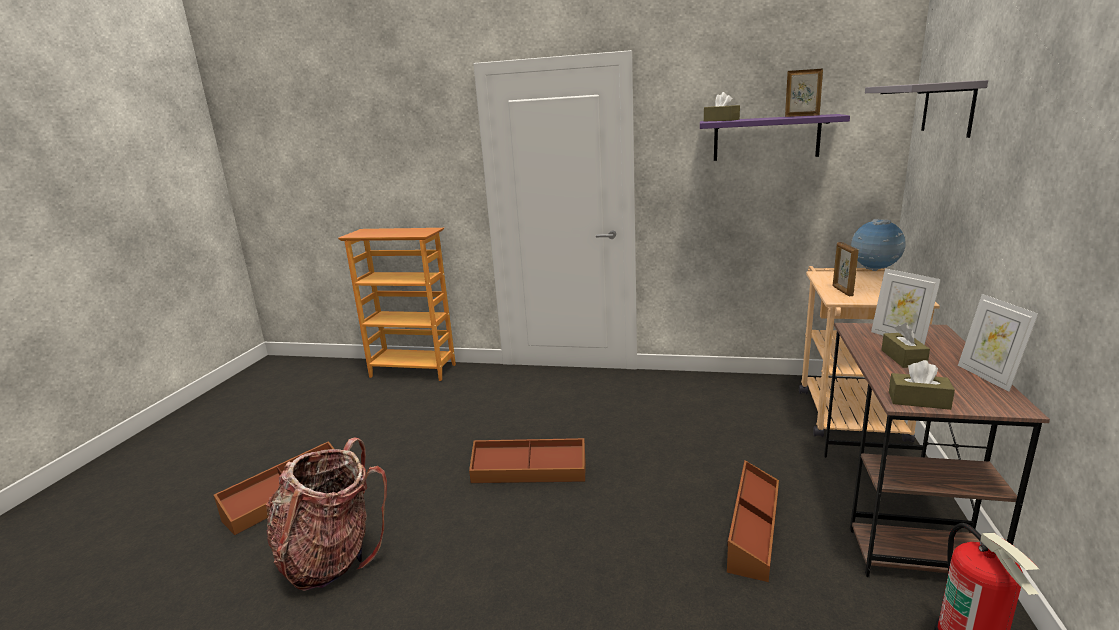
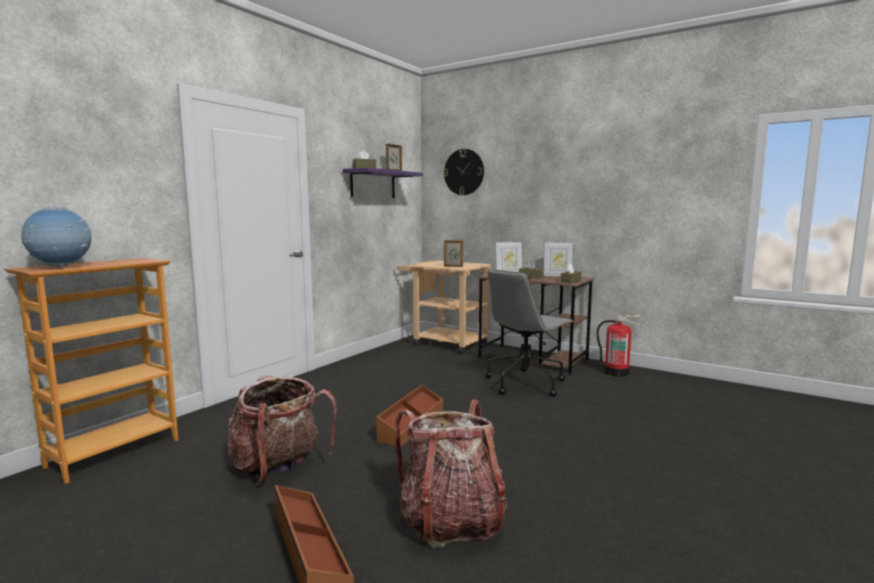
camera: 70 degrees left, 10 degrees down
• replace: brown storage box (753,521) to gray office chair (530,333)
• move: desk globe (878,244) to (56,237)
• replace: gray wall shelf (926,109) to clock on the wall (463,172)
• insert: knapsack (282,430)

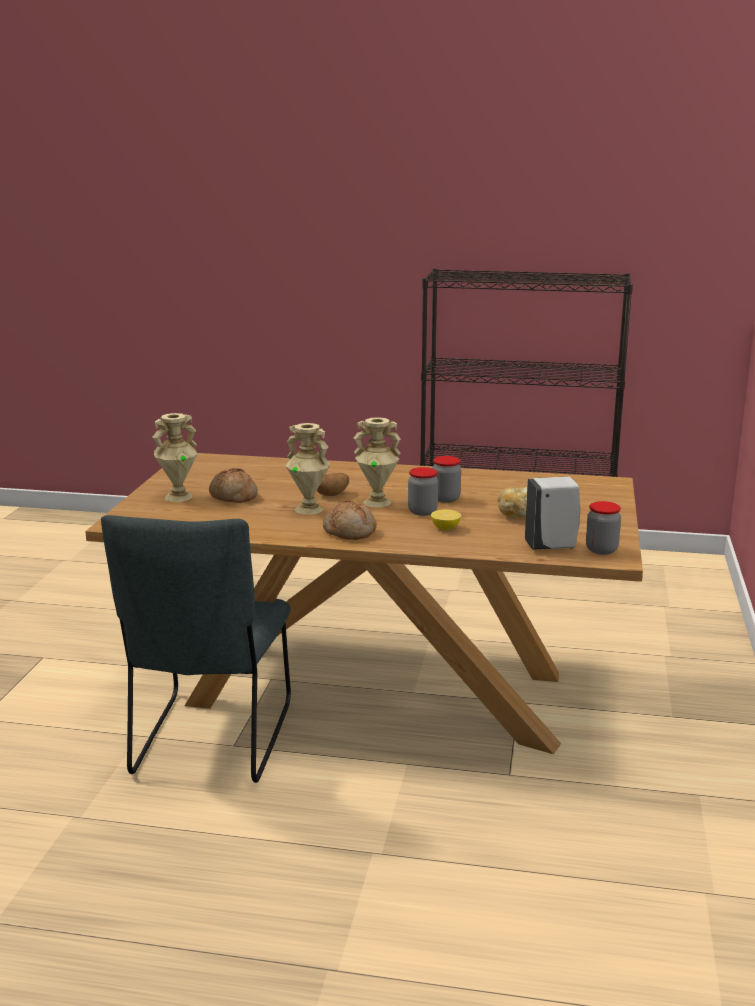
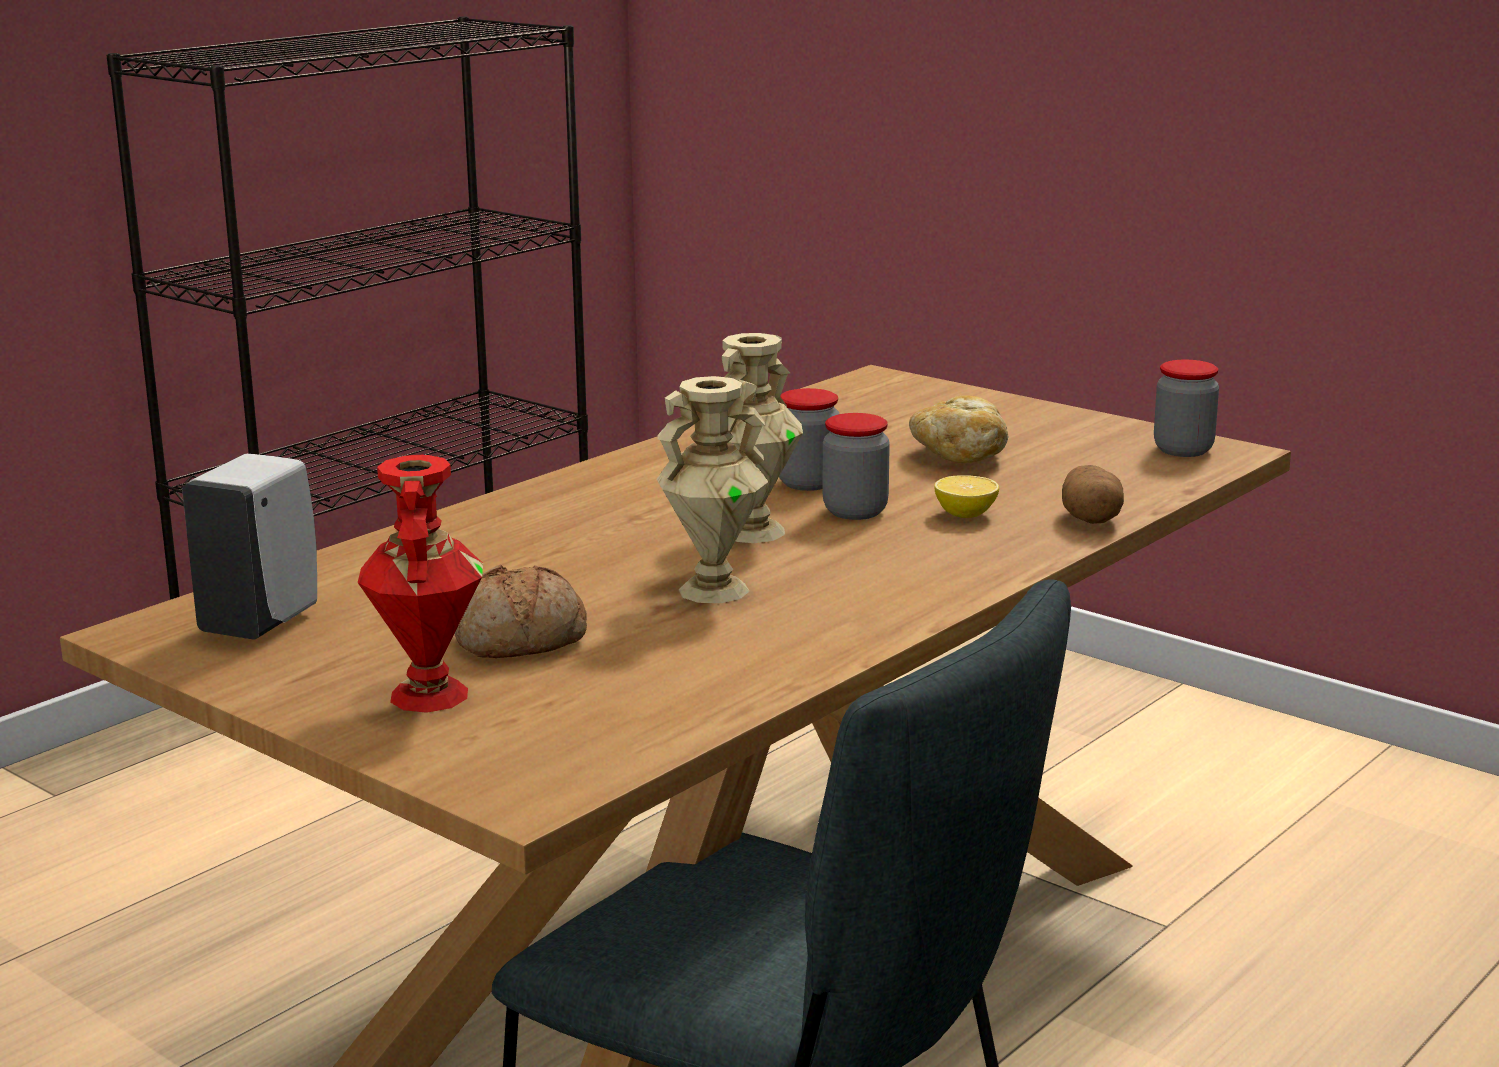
camera: 60 degrees left, 0 degrees up
• recolor: beige-coloured vase (175,457) to red vase (420,584)
• move: potato (333,484) to (1093,494)
• delete: baked bread (350,520)
• move: white-coloured liquid soap bottle (552,513) to (249,547)

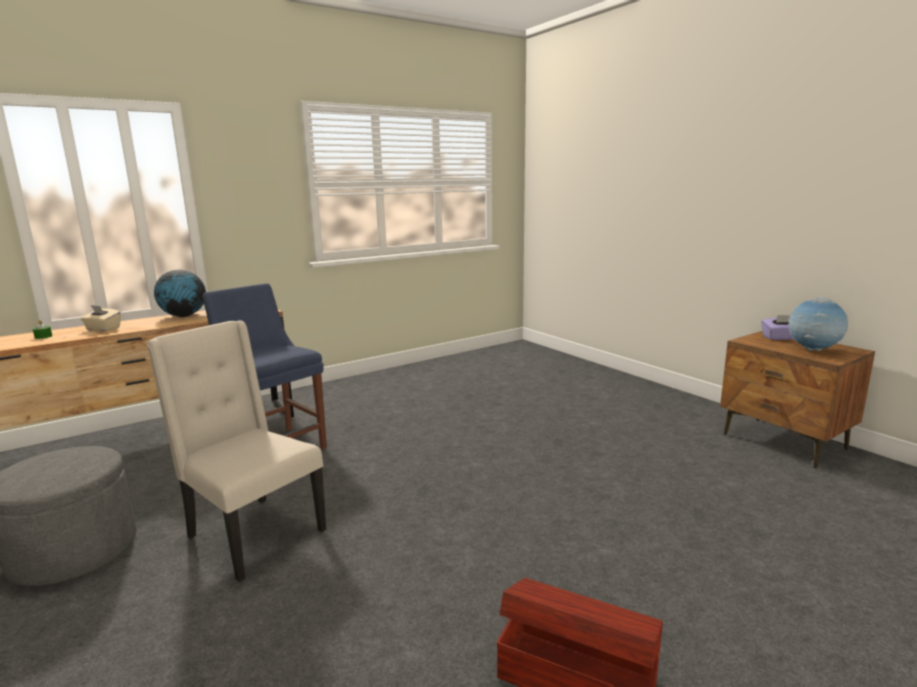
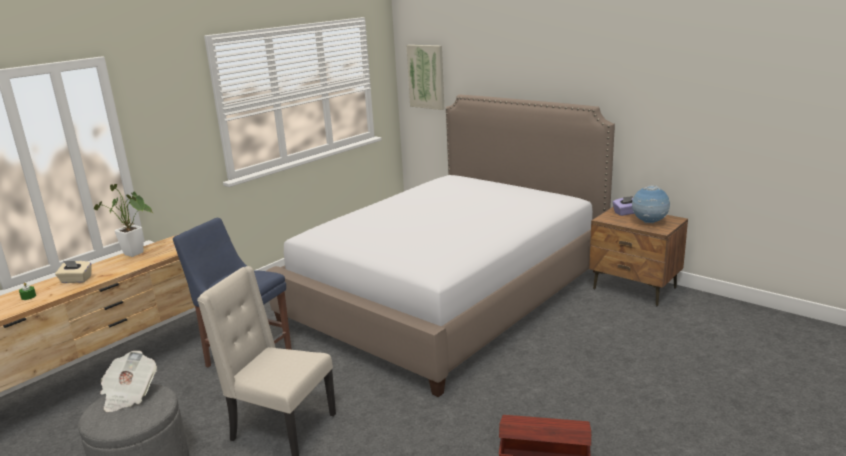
camera: 15 degrees left, 5 degrees up
• replace: desk globe (180,293) to houseplant (123,220)
• insert: daily paper (128,381)
• insert: bed (441,245)
• insert: picture (425,77)

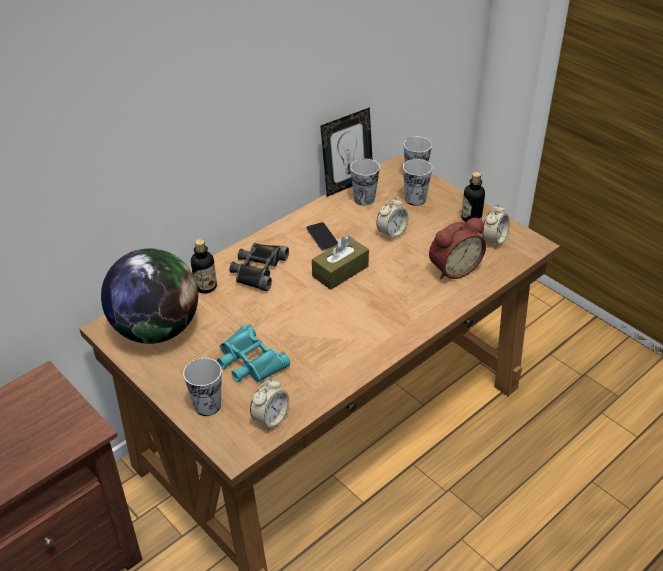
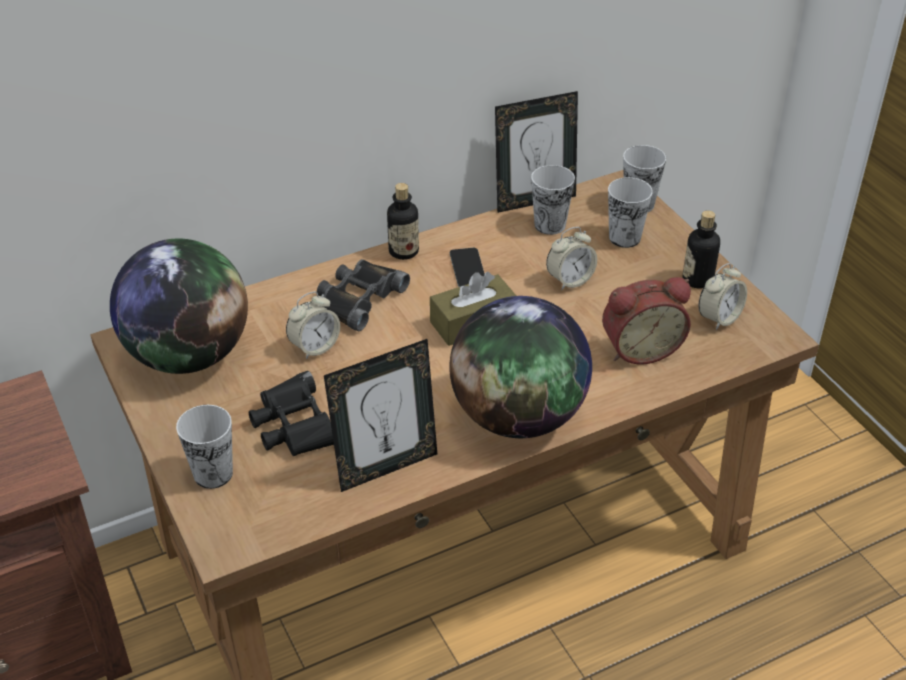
camera: 15 degrees right, 0 degrees up
• move: bottle (204,266) to (403,221)
• recolor: turquoise-coloured field glasses (253,353) to black field glasses (291,413)
• move: alarm clock (269,404) to (313,325)
• insert: photo frame (380,415)
• insert: desk globe (520,367)

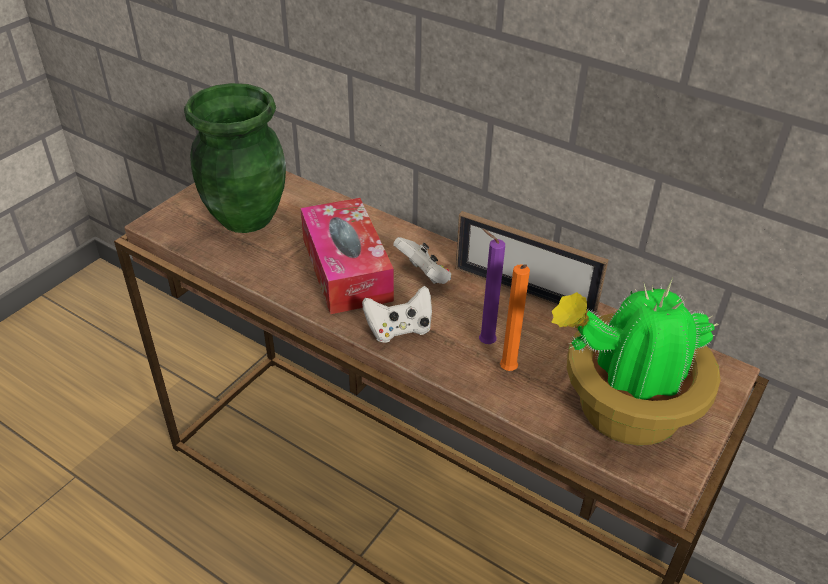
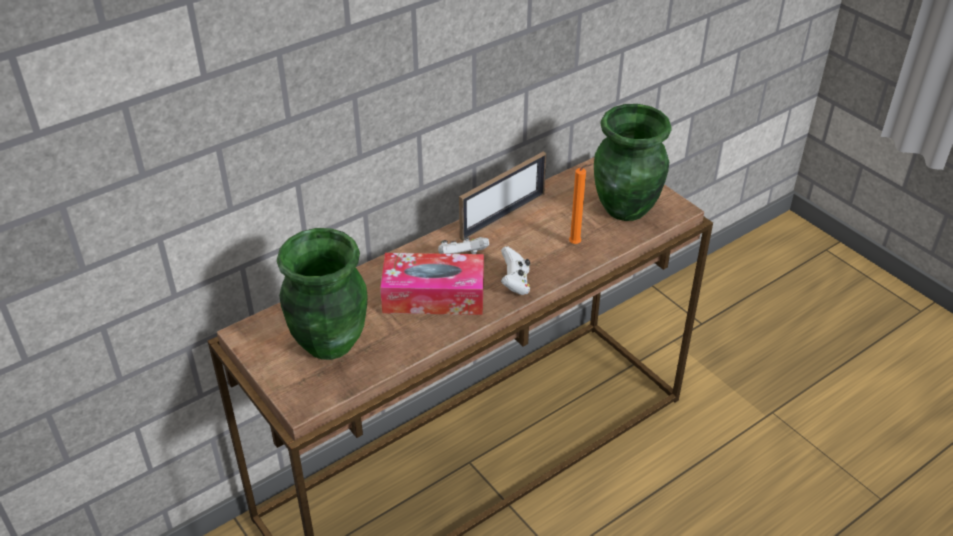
camera: 70 degrees left, 0 degrees up
• delete: purple wax candle (492,286)
• replace: houseplant (636,362) to green-coloured vase (633,162)

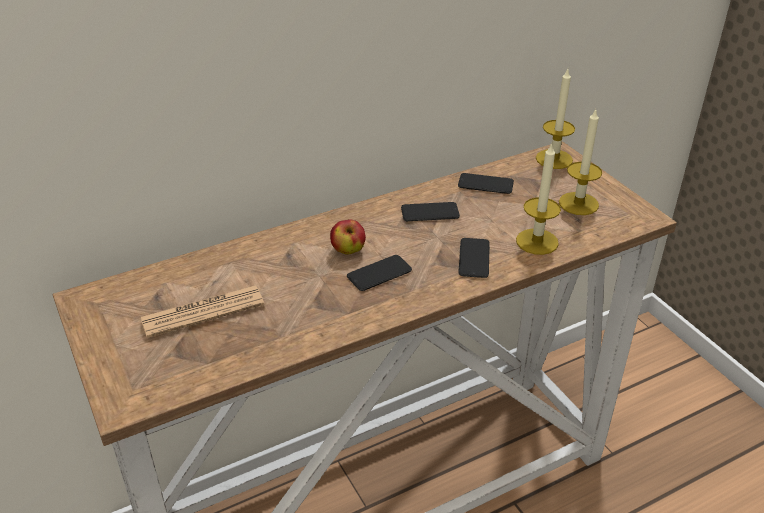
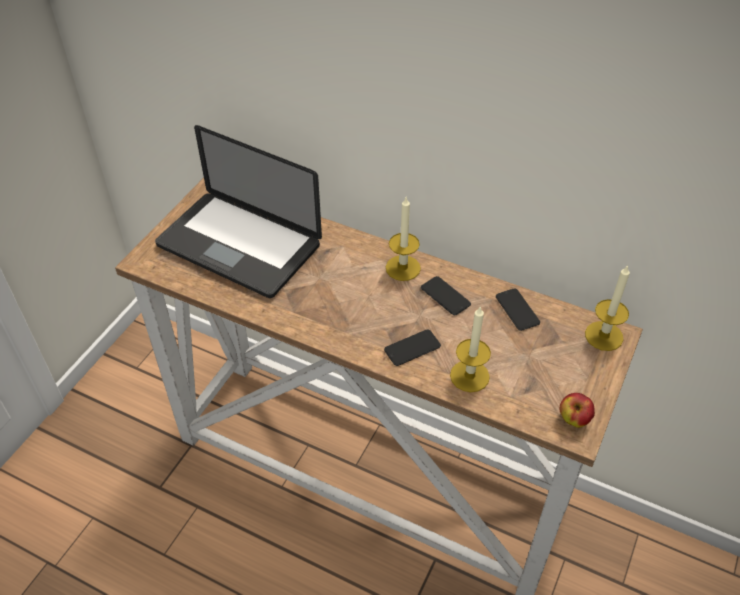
camera: 55 degrees right, 10 degrees up
• replace: daily paper (202,312) to notebook computer (238,211)
• move: apple (348,237) to (577,410)
• delete: telephone (379,273)
• move: wax candle (580,162) to (403,239)

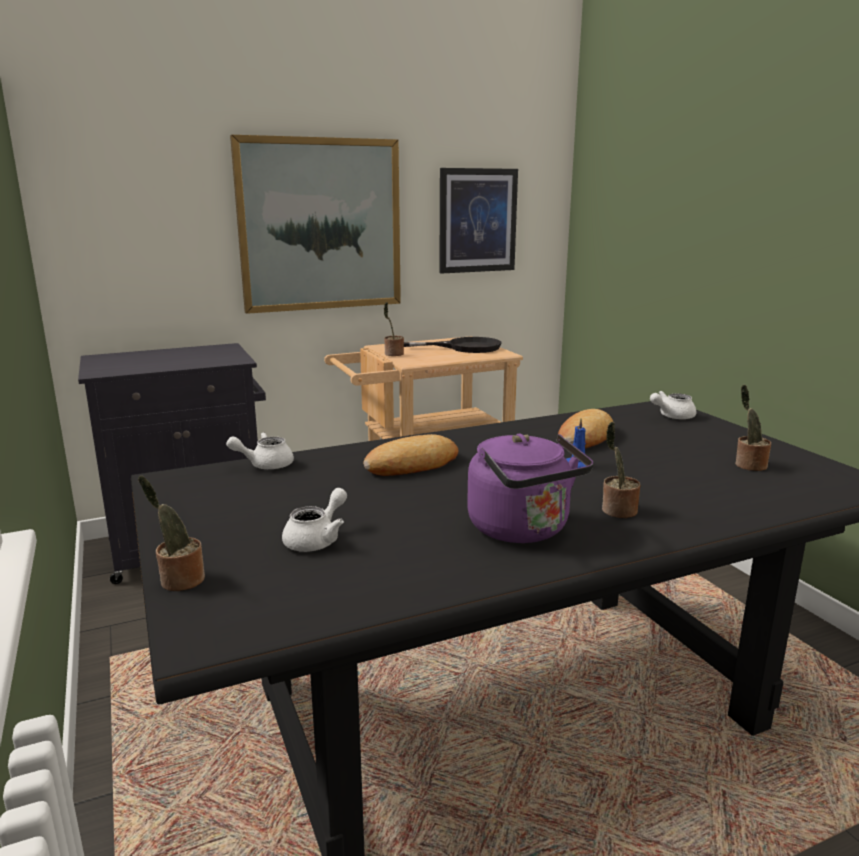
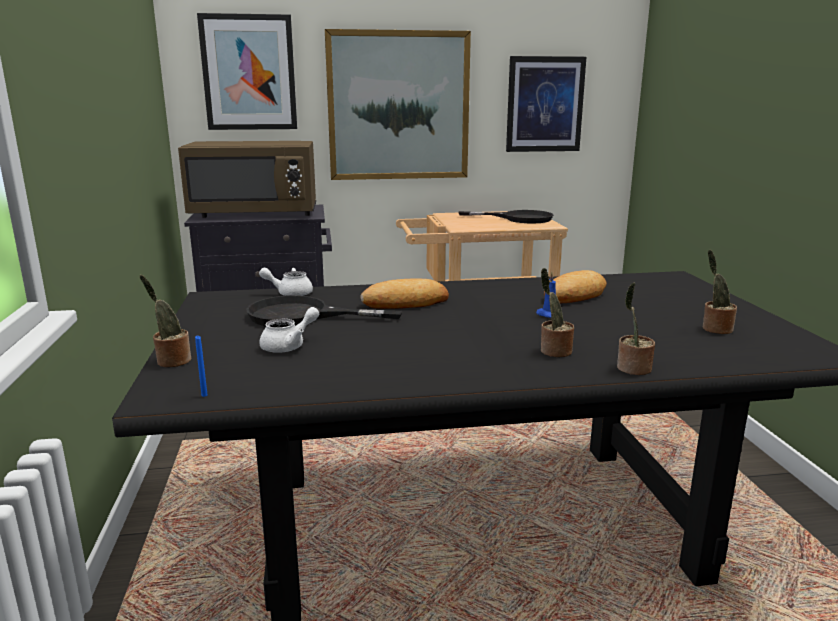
camera: 15 degrees right, 0 degrees up
• move: houseplant (394,329) to (636,329)
• delete: purple kettle (530,488)
• delete: white-coloured tea pot (673,405)
• insert: brown microwave oven (247,179)
• insert: blue wax candle (201,366)
• insert: picture (247,71)
• insert: black pan (324,310)

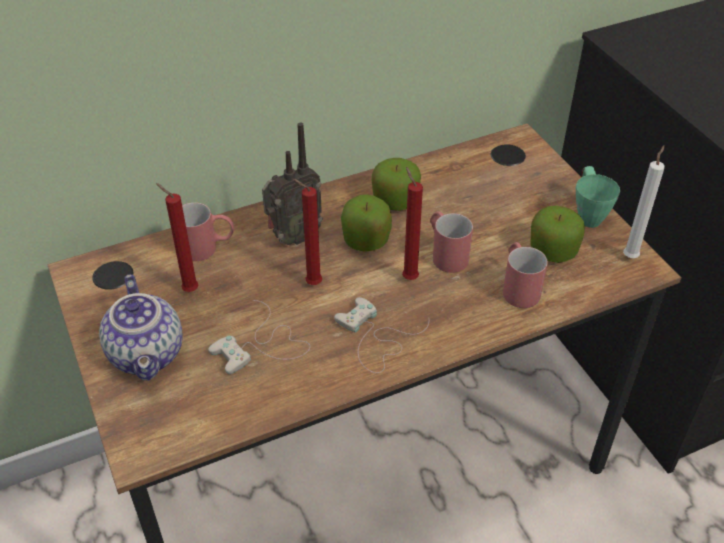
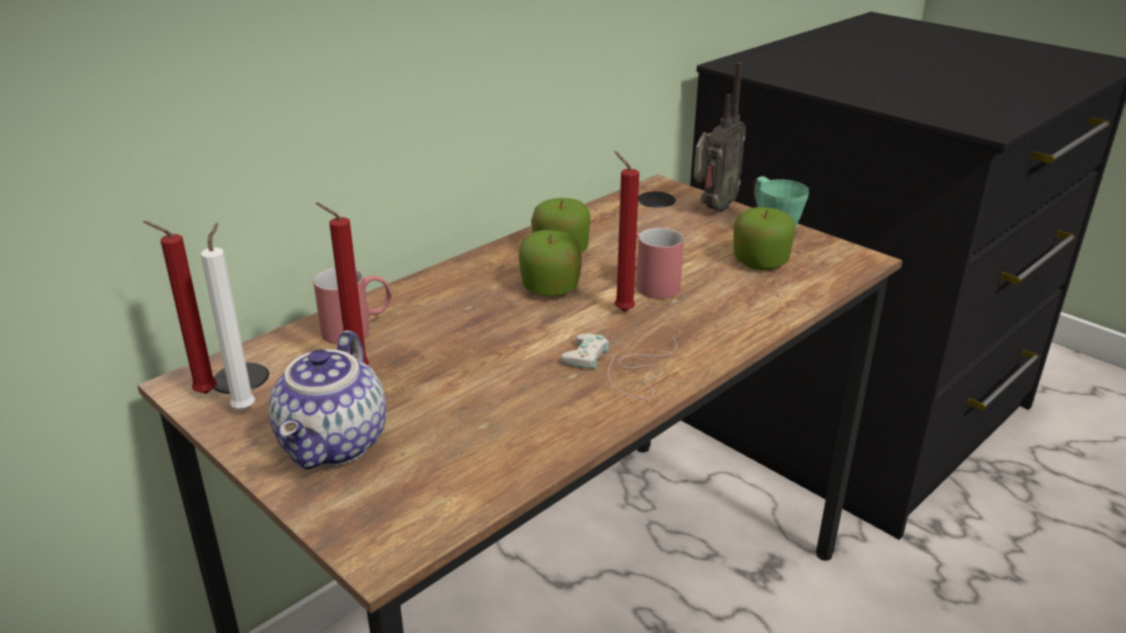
camera: 20 degrees left, 15 degrees down
• rotate: tea pot (141,327) = (327,400) 45 degrees clockwise
• delete: white-coloured gamepad (259,337)
• move: radio (292,184) to (719,137)
• move: red wax candle (307,232) to (180,307)
• delete: red tea mug (525,275)
• move: white-coloured wax candle (644,201) to (228,316)

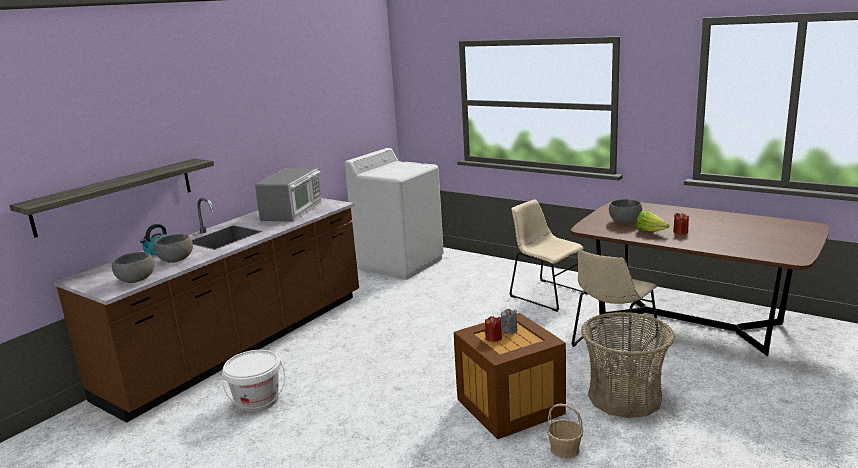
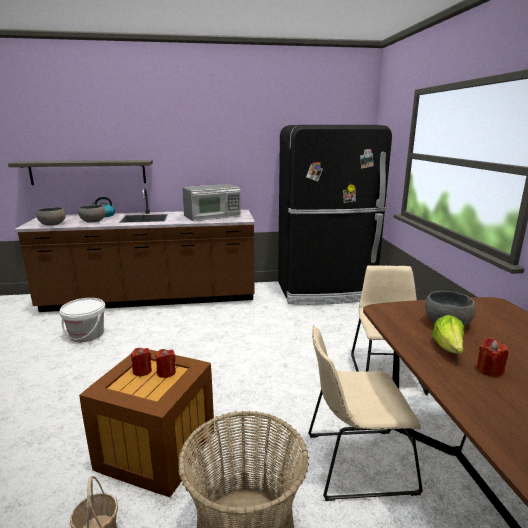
camera: 45 degrees right, 0 degrees up
• replace: white-coloured washing machine (394,214) to black refrigerator (335,215)
• recolor: gray wax candle (509,321) to red wax candle (165,363)

